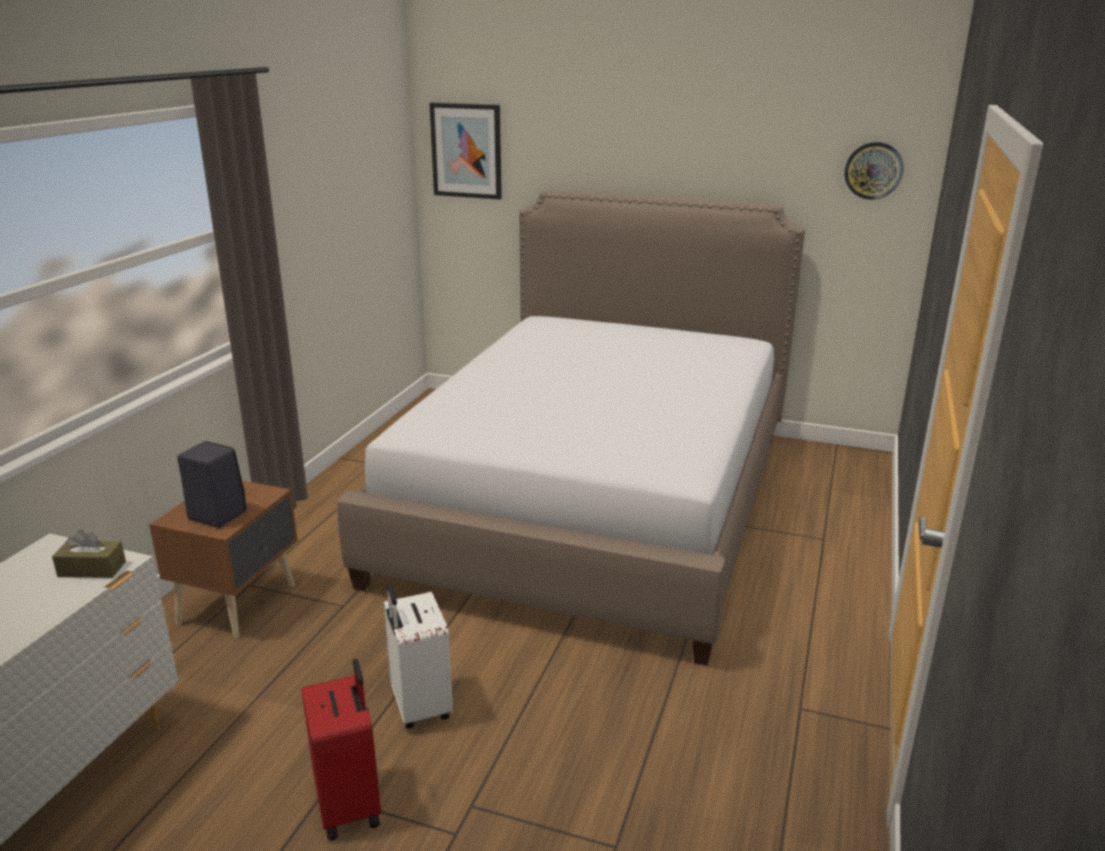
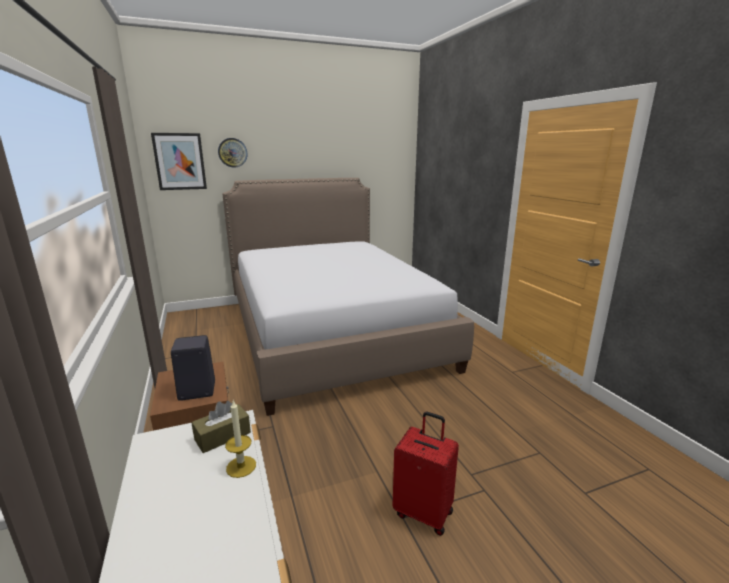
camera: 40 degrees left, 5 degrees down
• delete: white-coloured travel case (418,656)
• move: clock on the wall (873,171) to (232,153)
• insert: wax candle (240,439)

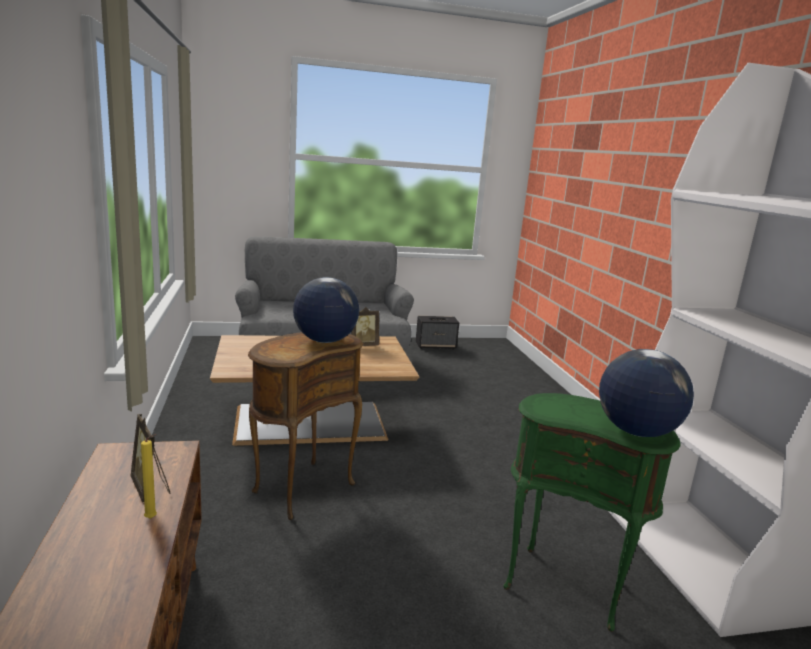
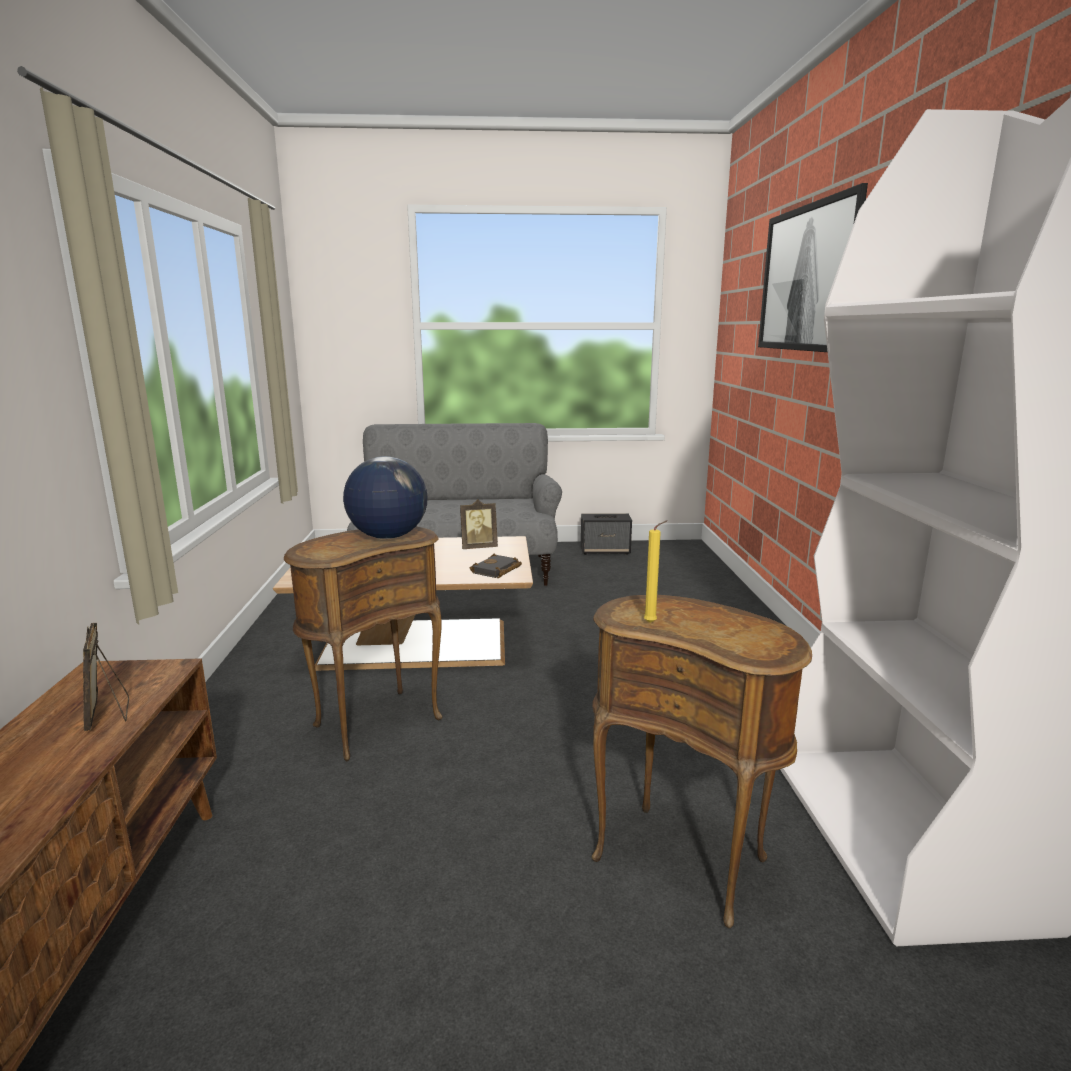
camera: 10 degrees right, 0 degrees up
• move: yellowish wax candle (149,476) to (655,572)
• recolor: green-coloured side table (592,512) to brown side table (701,761)
• delete: desk globe (646,393)
• insert: black book (496,566)
• insert: picture (813,267)

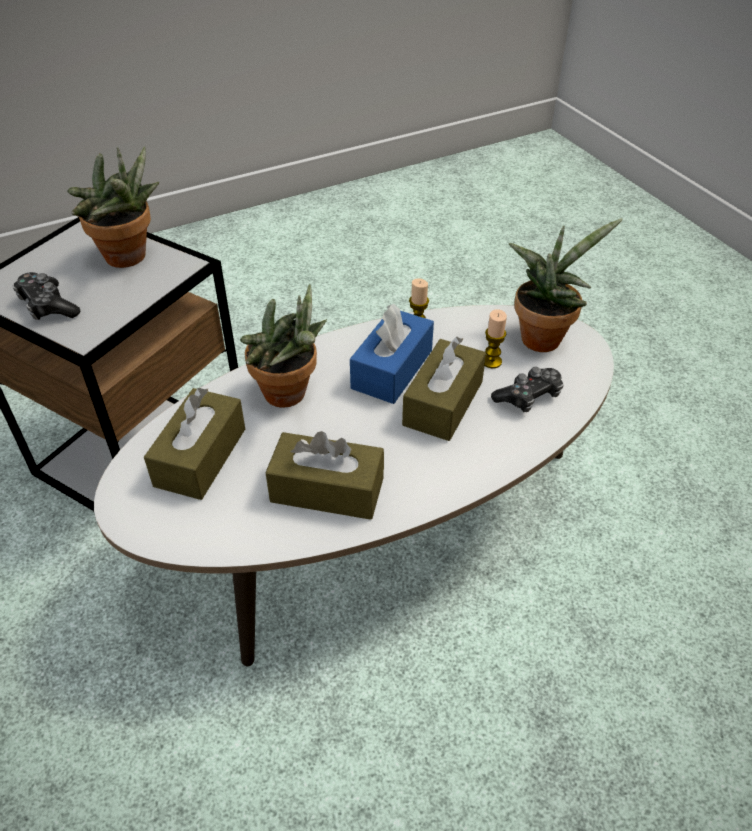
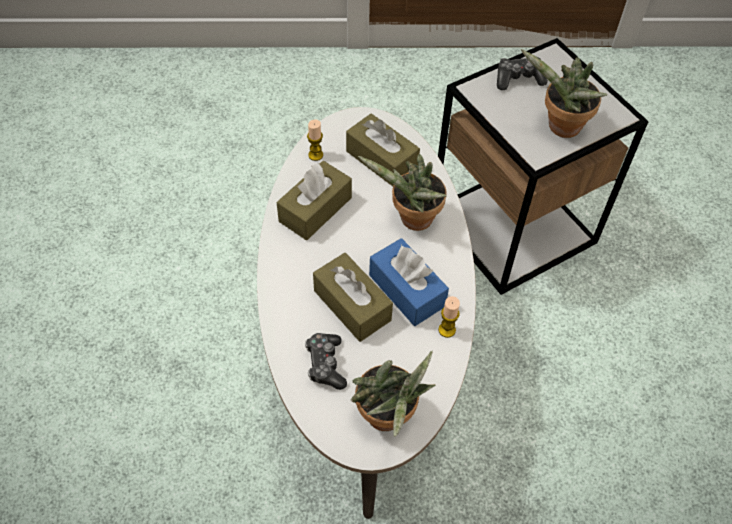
camera: 115 degrees right, 10 degrees up
• move: wax candle (496,338) to (315,140)

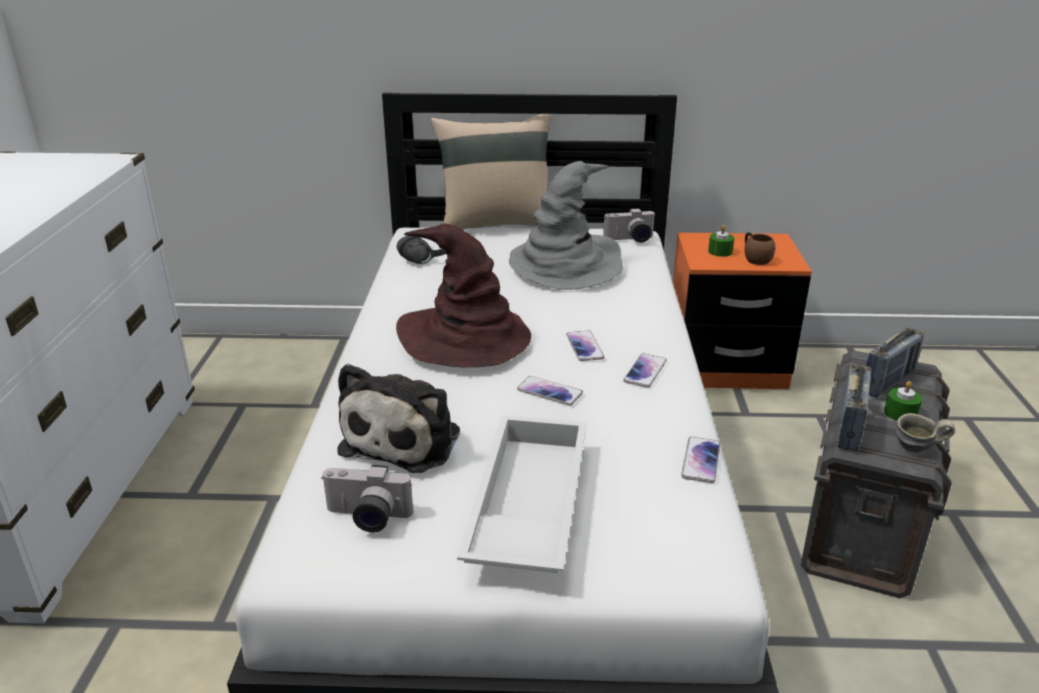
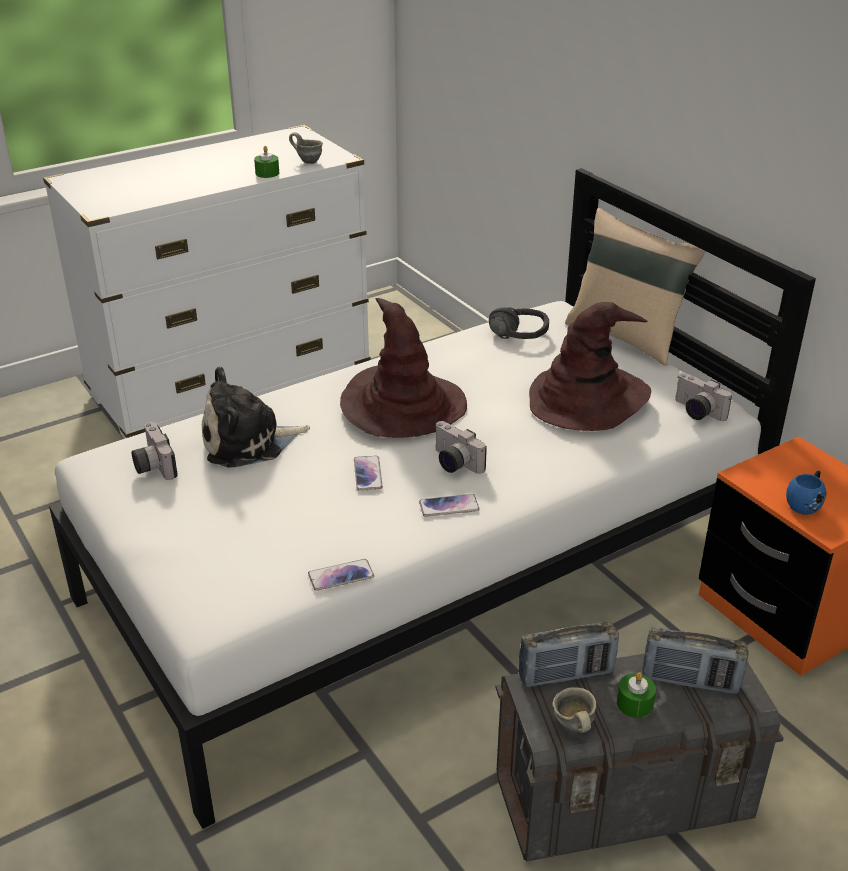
camera: 55 degrees right, 5 degrees up
• delete: white-coloured serving tray (522,494)
• recolor: gray hat (566,225) to brown hat (590,366)
• replace: telephone (585,346) to photo camera (461,447)
• move: green-coloured wax candle (721,241) to (266,162)
• recolor: brown tea mug (760,248) to blue tea mug (806,492)
• insert: gray tea mug (306,148)

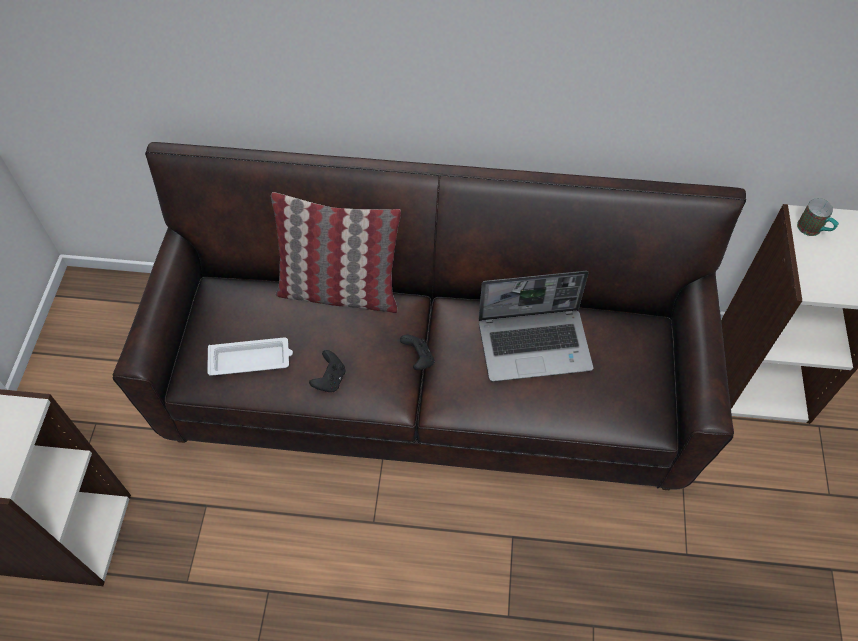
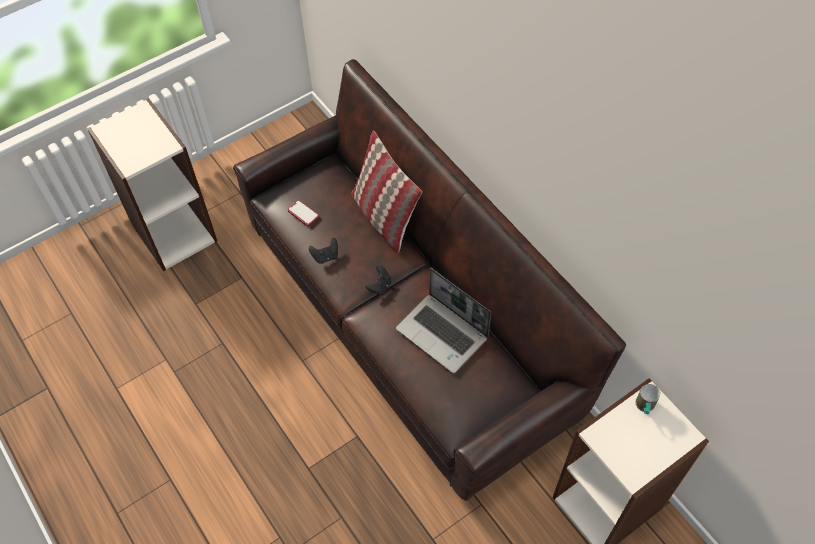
camera: 50 degrees right, 0 degrees up
• replace: white-coloured serving tray (250,356) to telephone (303,213)

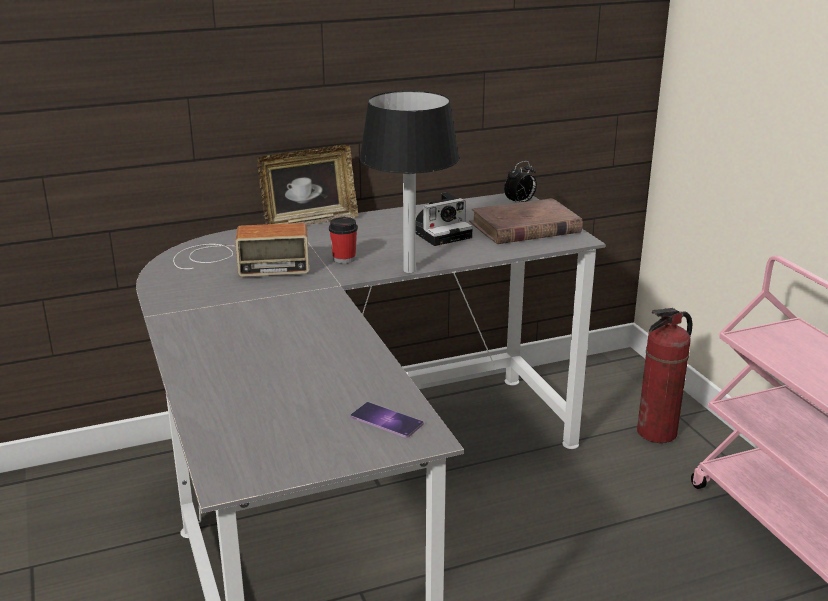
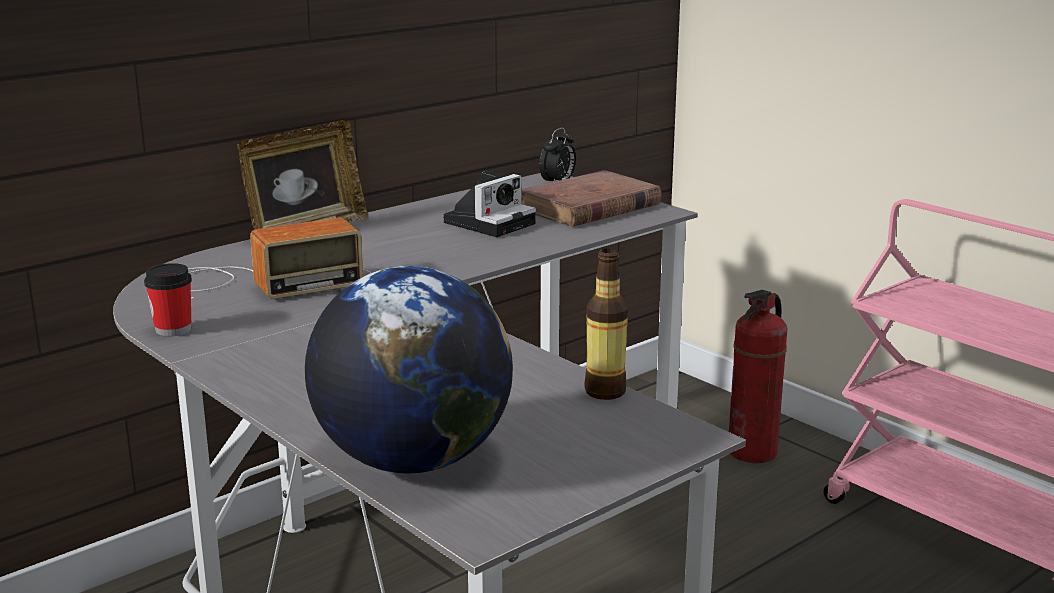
camera: 20 degrees left, 5 degrees down
• move: cup (343,240) to (168,300)
• delete: telephone (387,420)
• delete: black lamp for a table (409,182)
• insert: desk globe (409,370)
• insert: bottle (606,324)

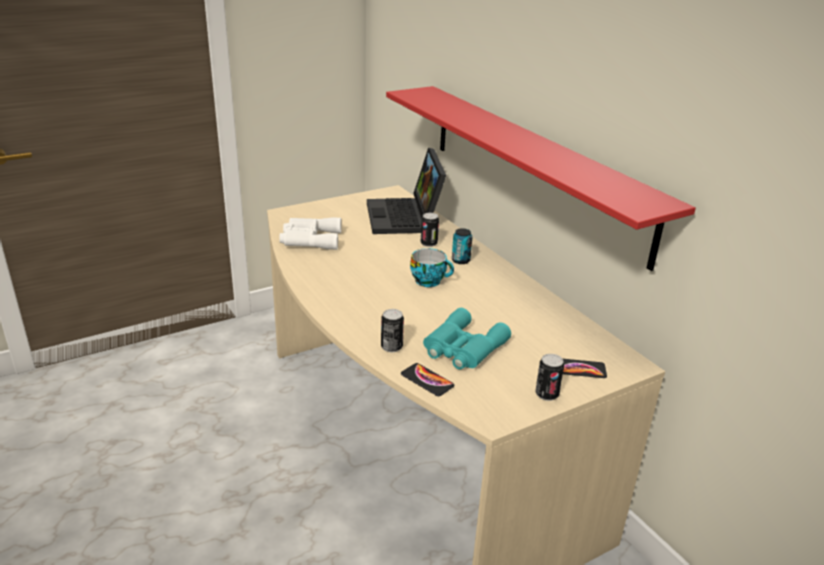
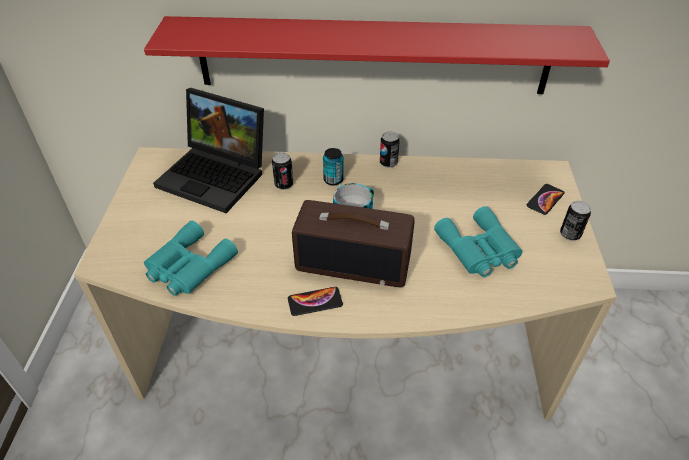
camera: 55 degrees left, 15 degrees up
• recolor: white-coloured field glasses (310,233) to turquoise-coloured field glasses (191,258)
• move: sealed can (392,331) to (390,149)
• move: telephone (427,379) to (315,301)
• insert: radio (353,243)

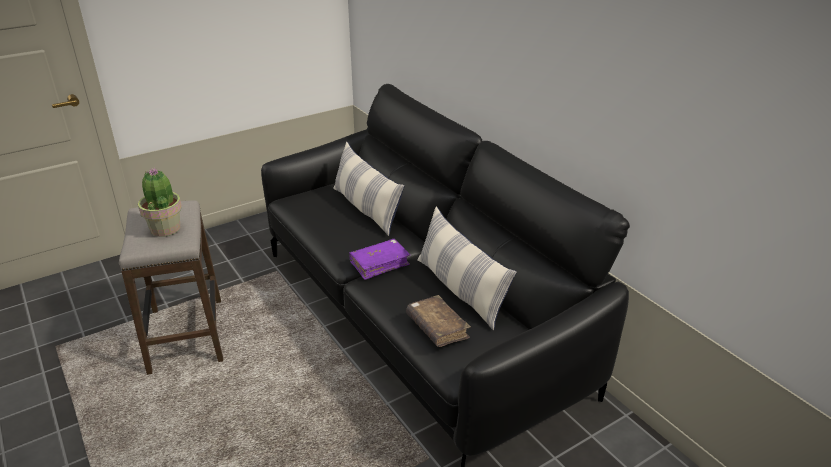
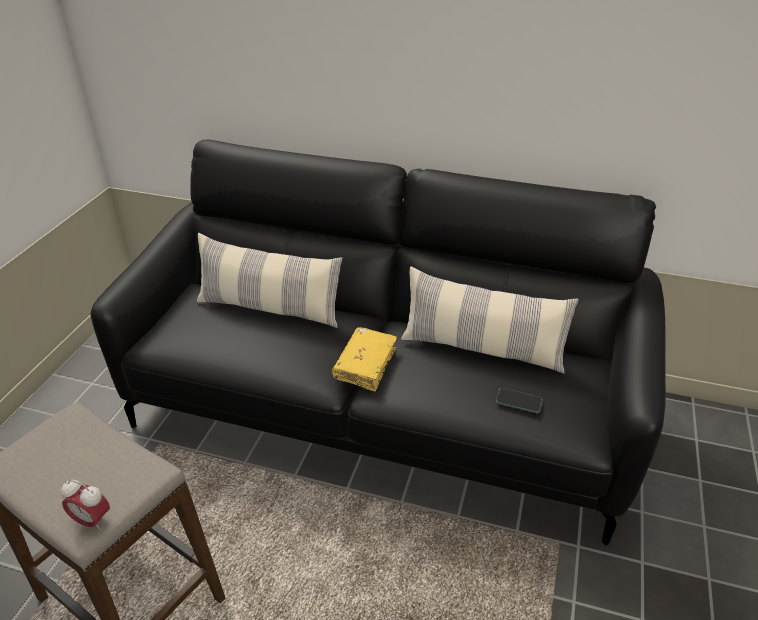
camera: 40 degrees left, 5 degrees up
• delete: houseplant (160,202)
• recolor: purple book (379,259) to yellowish book (364,359)
• replace: brown book (438,321) to telephone (519,400)
• insert: alarm clock (85,505)

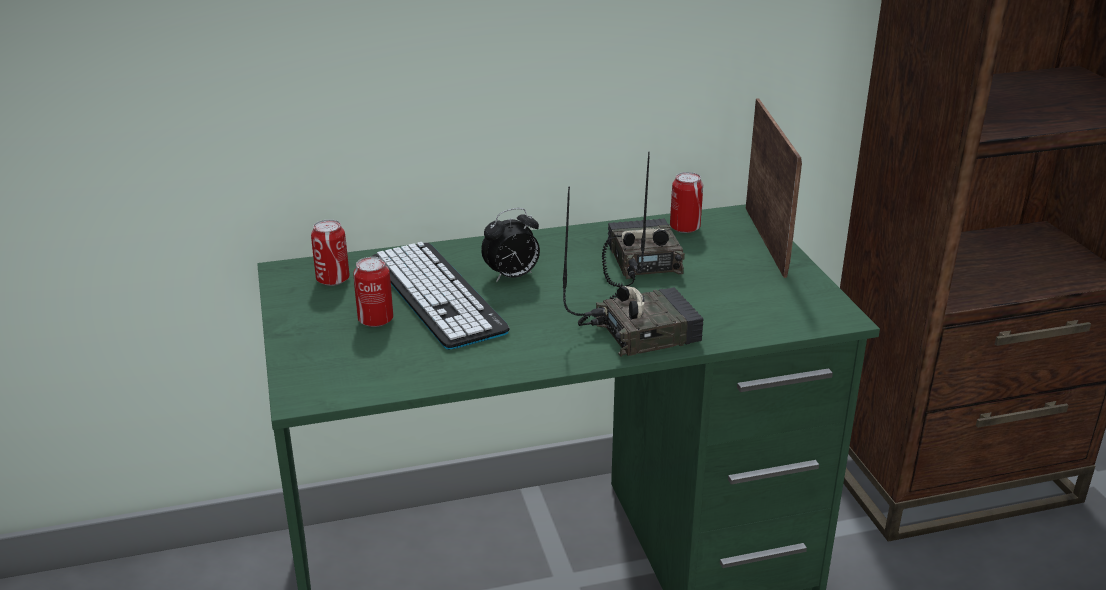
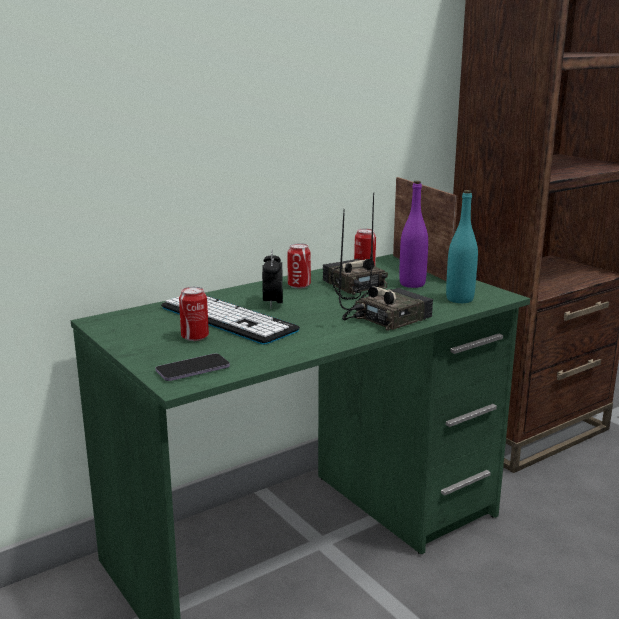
camera: 20 degrees left, 10 degrees down
• move: sealed can (330,252) to (299,266)
• rotate: alarm clock (510,245) = (272,278) 135 degrees clockwise
• insert: telephone (193,367)
• insert: purple bottle (413,234)
• insert: turquoise-coloured bottle (462,246)

